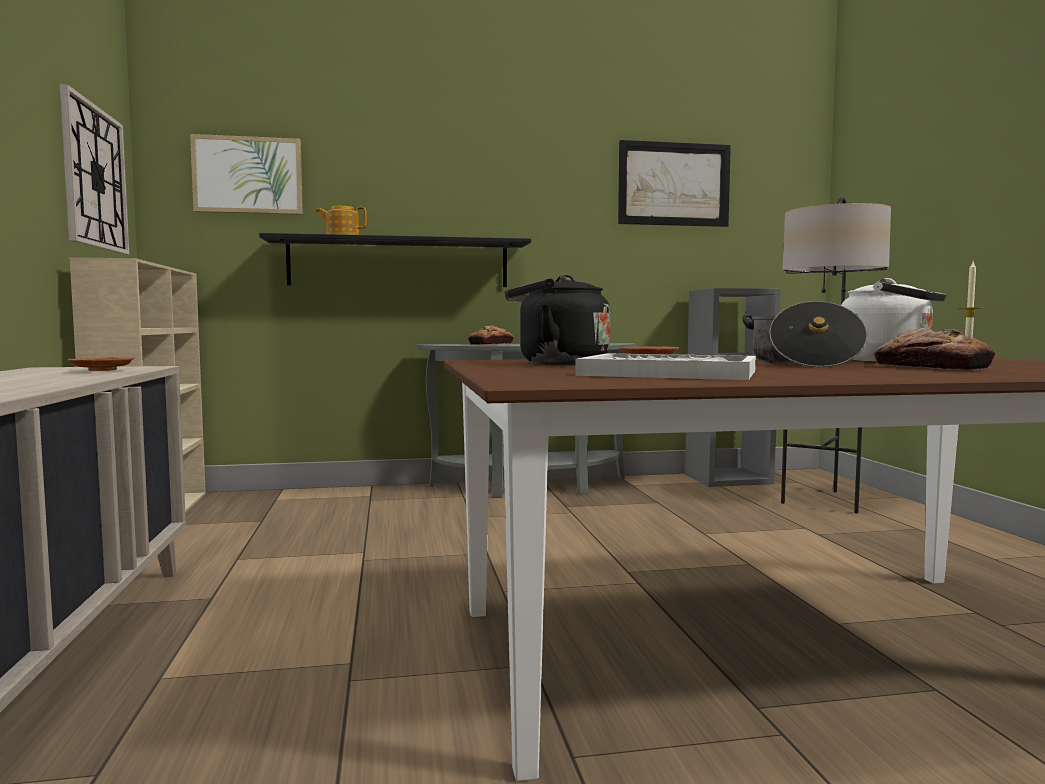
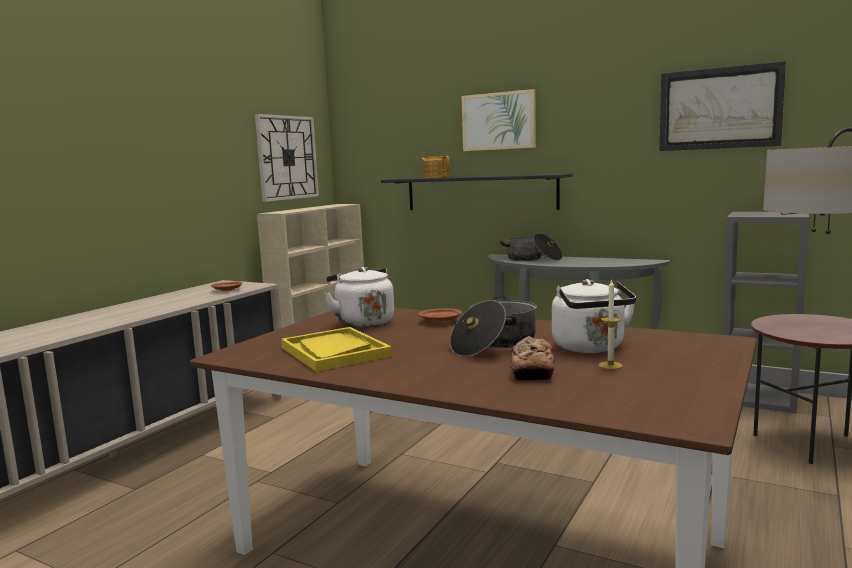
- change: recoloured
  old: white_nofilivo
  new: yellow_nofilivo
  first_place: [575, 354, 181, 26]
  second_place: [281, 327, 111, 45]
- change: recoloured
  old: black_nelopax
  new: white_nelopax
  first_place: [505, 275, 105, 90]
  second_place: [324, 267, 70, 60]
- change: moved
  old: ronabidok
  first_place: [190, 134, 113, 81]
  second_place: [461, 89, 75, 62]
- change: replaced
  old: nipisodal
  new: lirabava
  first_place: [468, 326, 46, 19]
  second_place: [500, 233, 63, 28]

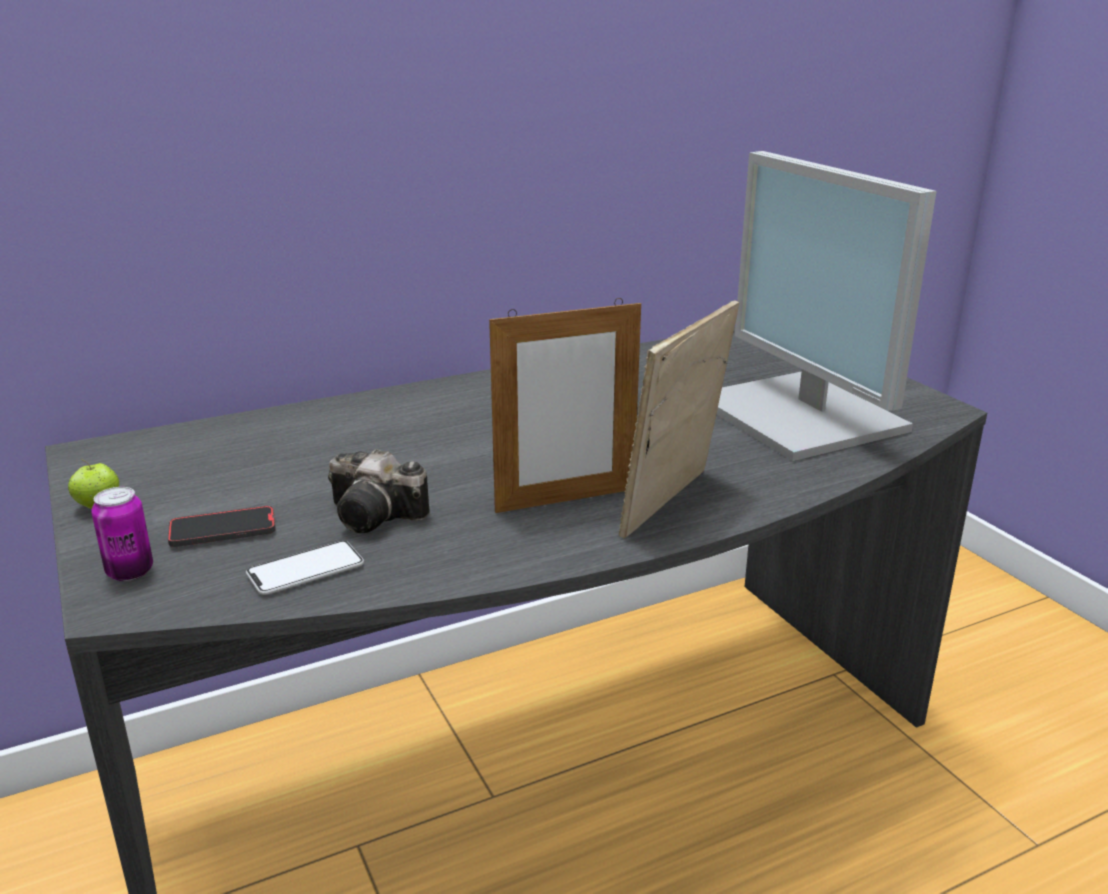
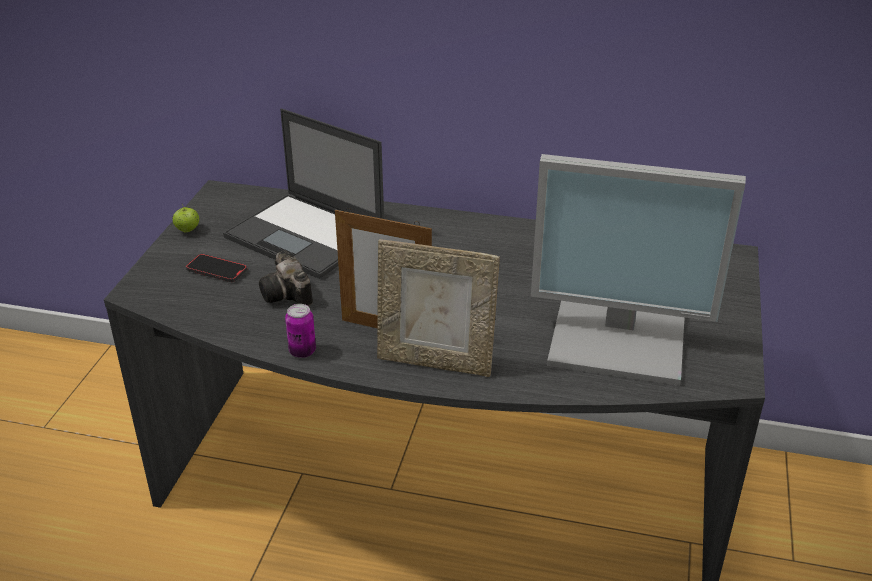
- change: added
  new: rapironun
  second_place: [223, 109, 161, 170]
- change: moved
  old: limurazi
  first_place: [91, 487, 62, 94]
  second_place: [285, 304, 31, 54]
- change: turned
  old: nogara
  first_place: [619, 300, 120, 238]
  second_place: [377, 239, 123, 138]
  degrees: -150
- change: turned
  old: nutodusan
  first_place: [716, 151, 221, 310]
  second_place: [531, 154, 215, 232]
  degrees: -90
- change: removed
  old: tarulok
  first_place: [246, 541, 118, 54]

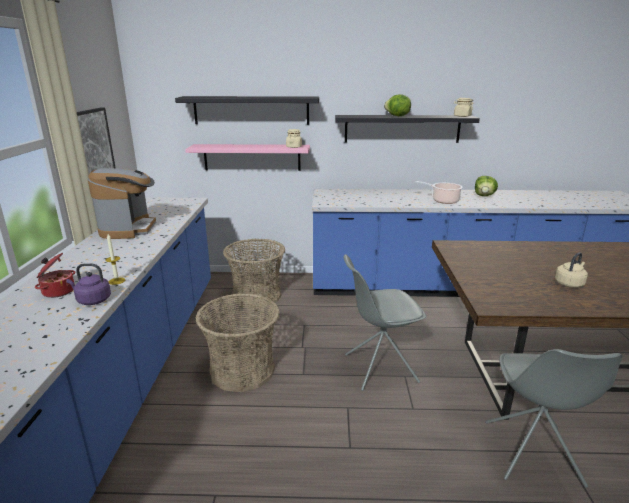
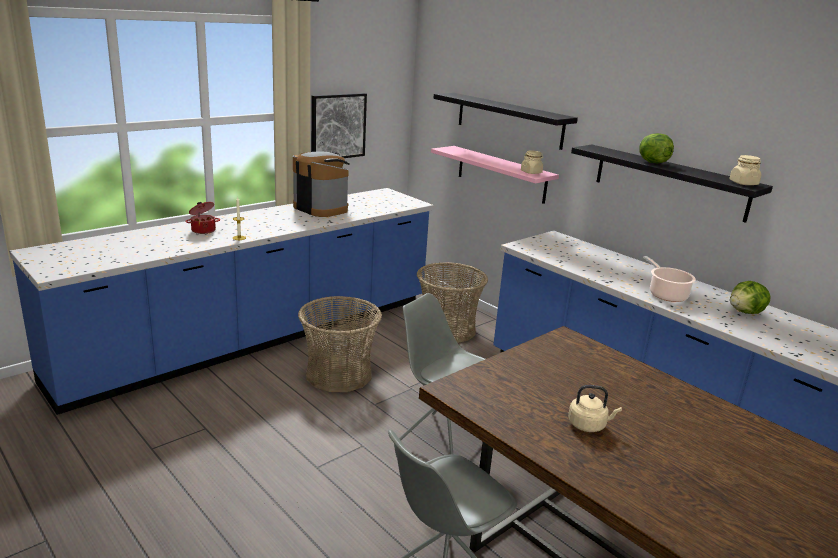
- change: turned
  old: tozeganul
  first_place: [88, 168, 68, 71]
  second_place: [293, 151, 57, 66]
  degrees: -90
- change: removed
  old: purple_nelopax
  first_place: [66, 263, 45, 42]

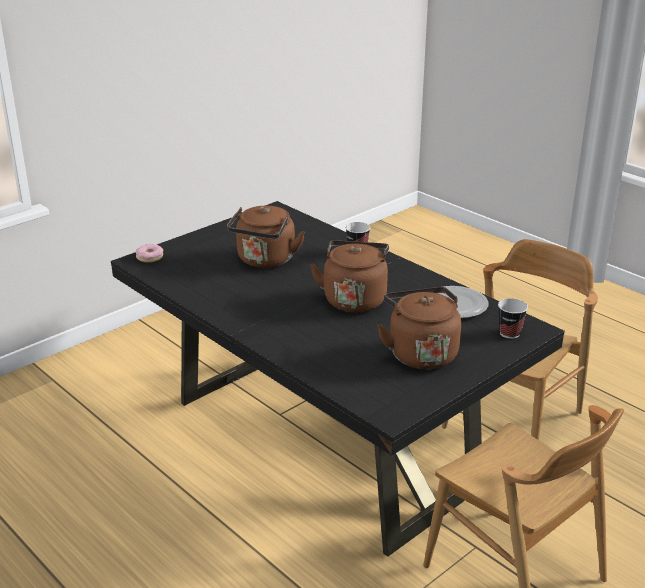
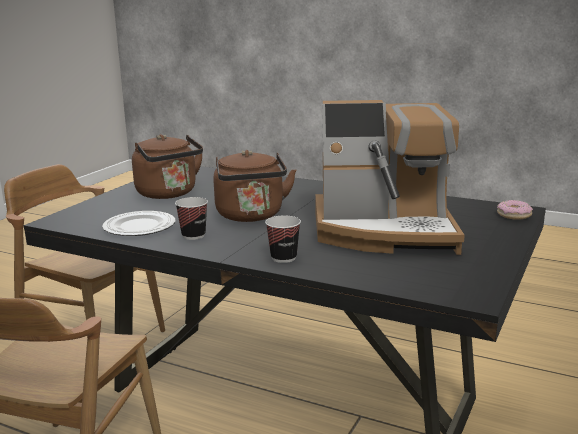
- change: moved
  old: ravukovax
  first_place: [498, 298, 30, 41]
  second_place: [175, 197, 33, 43]
- change: replaced
  old: brown_nelopax
  new: tozeganul
  first_place: [227, 206, 78, 62]
  second_place: [315, 100, 150, 155]

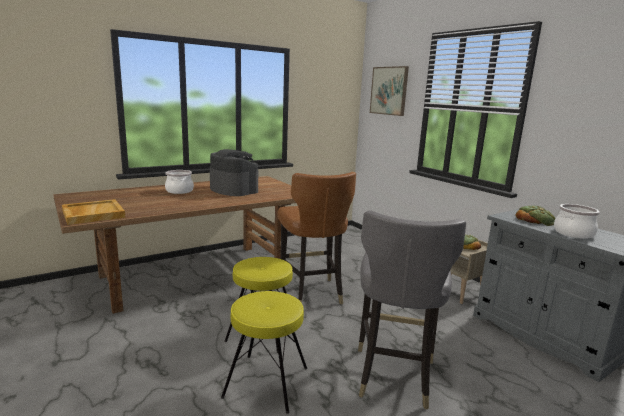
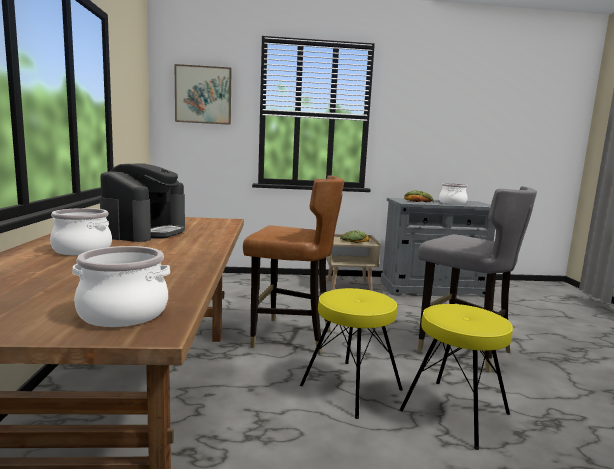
- change: replaced
  old: beige_nofilivo
  new: lirabava
  first_place: [62, 199, 63, 26]
  second_place: [72, 246, 98, 81]
- change: turned
  old: tozeganul
  first_place: [210, 149, 48, 47]
  second_place: [100, 163, 85, 79]
  degrees: 120

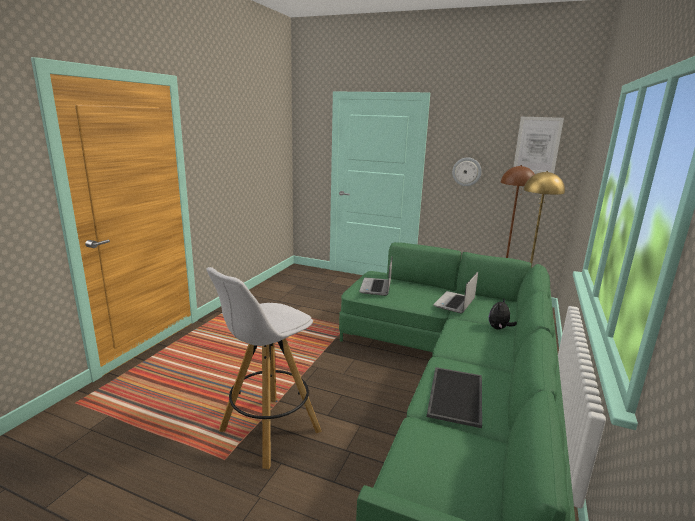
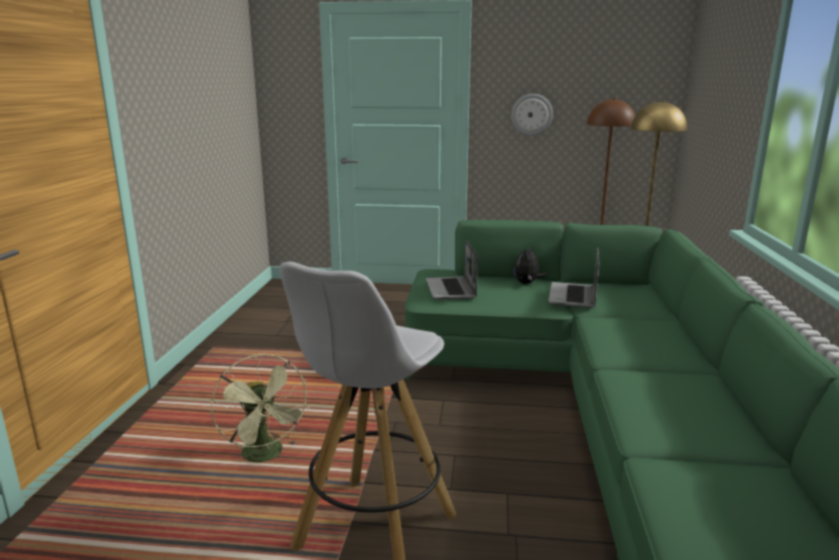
- change: added
  new: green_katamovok
  second_place: [211, 354, 98, 108]
- change: moved
  old: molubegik
  first_place: [489, 299, 28, 31]
  second_place: [514, 246, 33, 38]
- change: removed
  old: nofilivo
  first_place: [427, 367, 55, 61]
- change: removed
  old: ronabidok
  first_place: [513, 117, 51, 57]

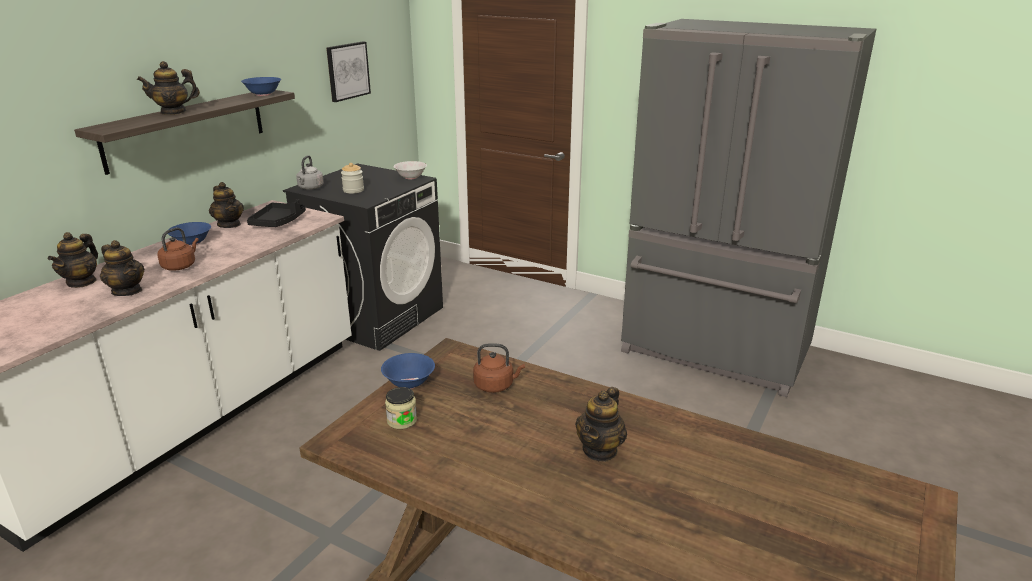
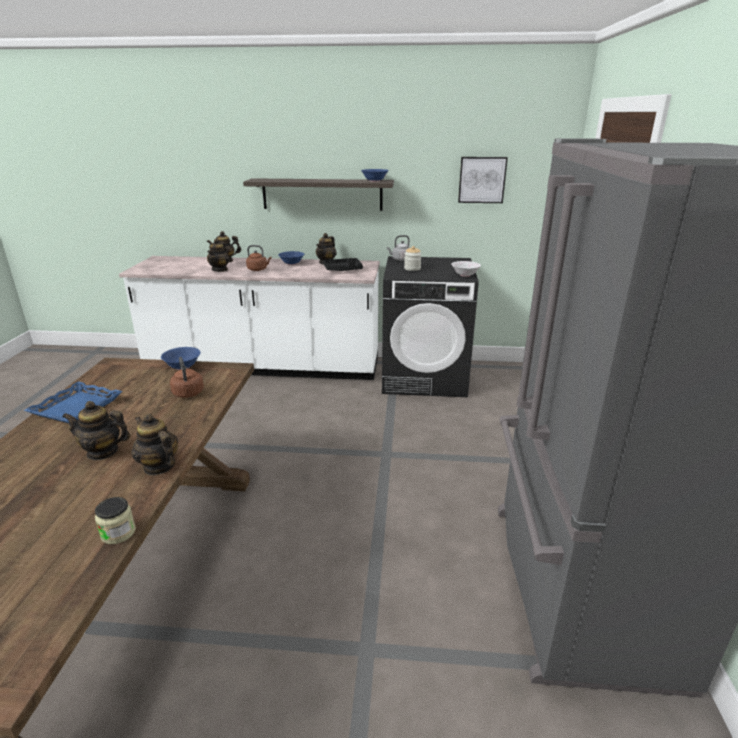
- change: added
  new: blue_nofilivo
  second_place: [24, 381, 98, 42]
- change: moved
  old: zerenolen
  first_place: [385, 387, 32, 42]
  second_place: [95, 497, 41, 47]
- change: moved
  old: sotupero
  first_place: [137, 61, 63, 54]
  second_place: [132, 414, 46, 62]

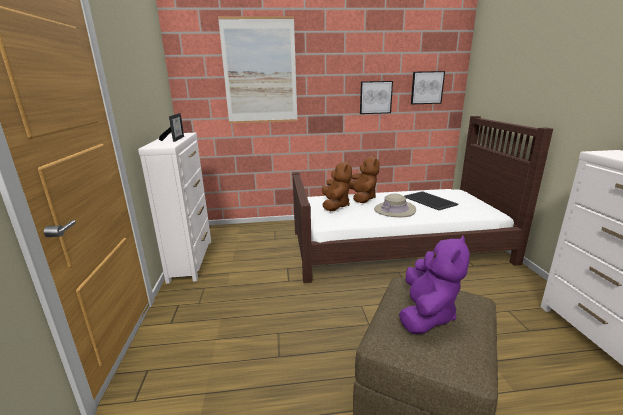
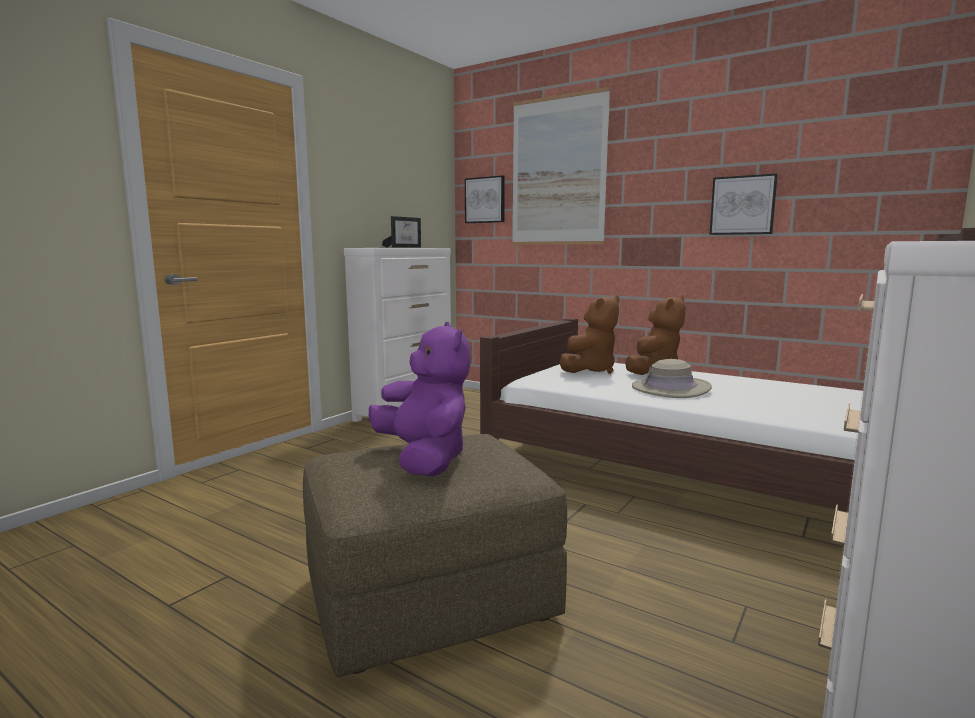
- change: turned
  old: purple_molubegik
  first_place: [399, 235, 71, 99]
  second_place: [369, 322, 102, 155]
  degrees: -90
- change: moved
  old: ronabidok
  first_place: [411, 71, 34, 33]
  second_place: [465, 175, 40, 48]
- change: removed
  old: nofilivo
  first_place: [405, 191, 53, 20]

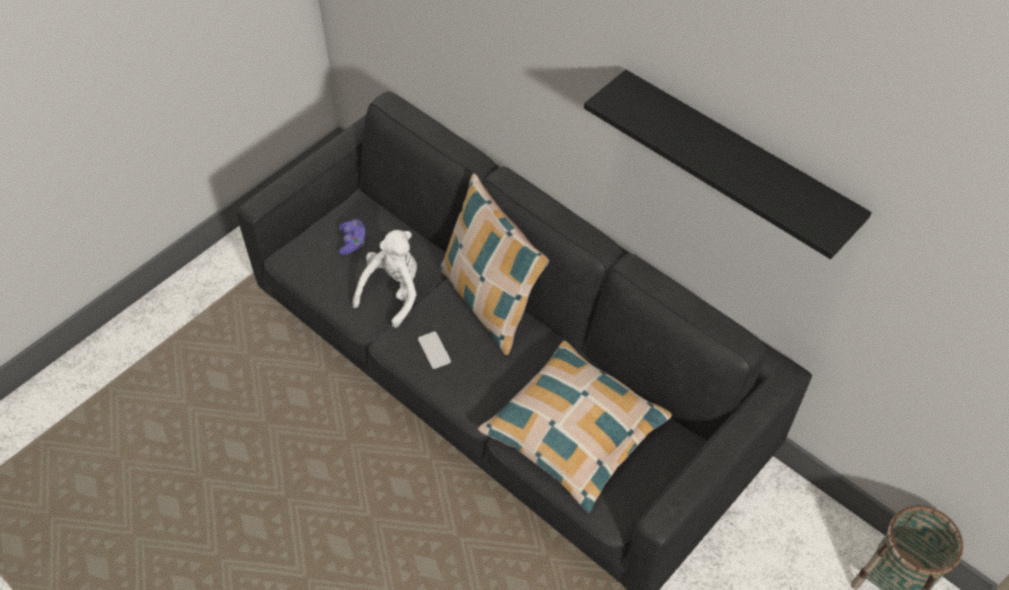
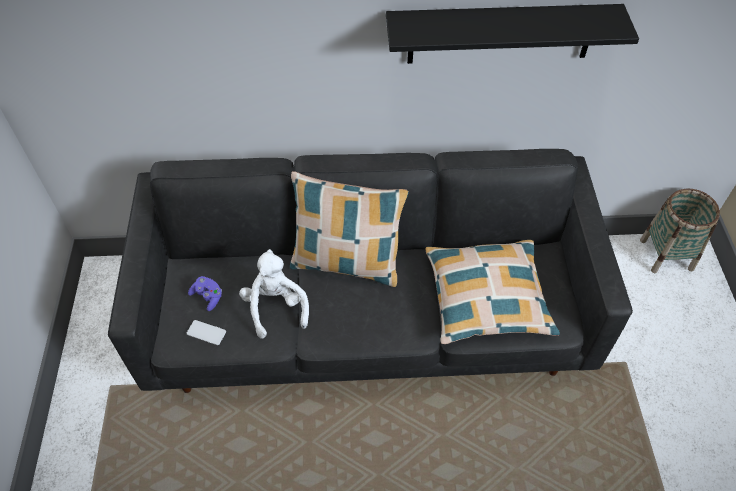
- change: moved
  old: tarulok
  first_place: [418, 331, 33, 38]
  second_place: [187, 320, 39, 25]

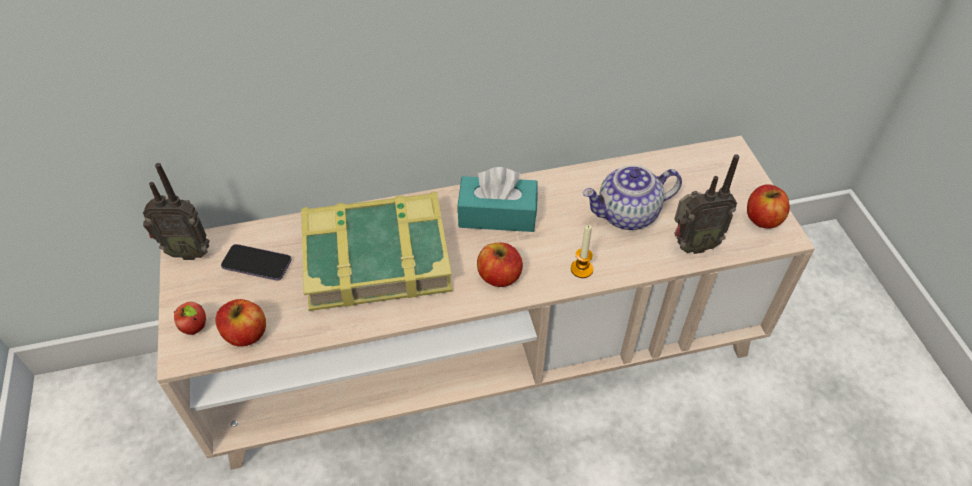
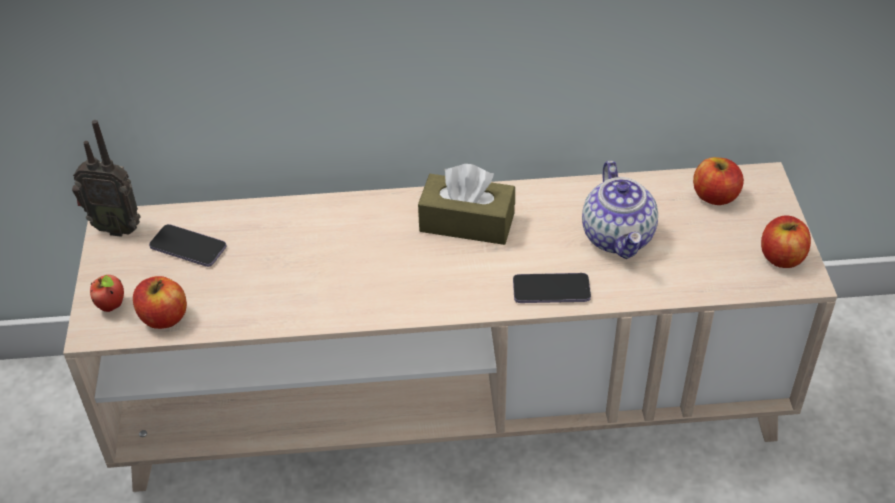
- change: recoloured
  old: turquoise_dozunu
  new: brown_dozunu
  first_place: [457, 167, 81, 65]
  second_place: [418, 164, 97, 81]
- change: replaced
  old: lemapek
  new: tarulok
  first_place: [571, 225, 22, 53]
  second_place: [513, 273, 78, 30]
- change: turned
  old: sotupero
  first_place: [582, 165, 100, 65]
  second_place: [582, 161, 76, 98]
  degrees: -90
- change: moved
  old: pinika
  first_place: [477, 243, 46, 44]
  second_place: [693, 157, 51, 48]
- change: removed
  old: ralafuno
  first_place: [301, 191, 152, 120]
- change: removed
  old: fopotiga
  first_place: [675, 154, 64, 100]

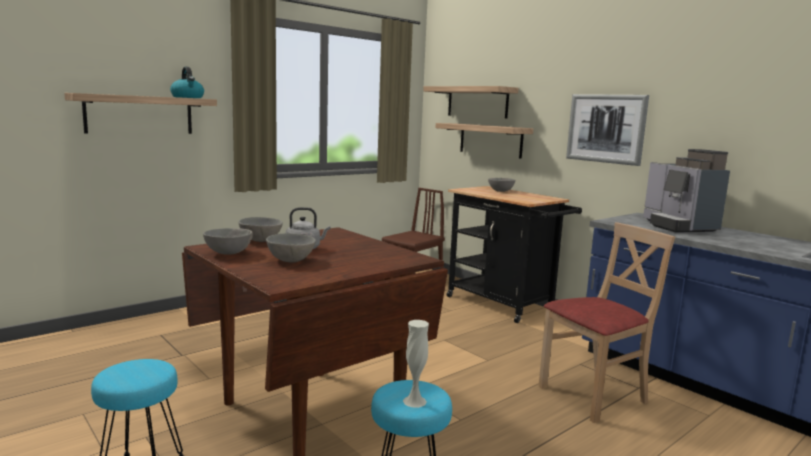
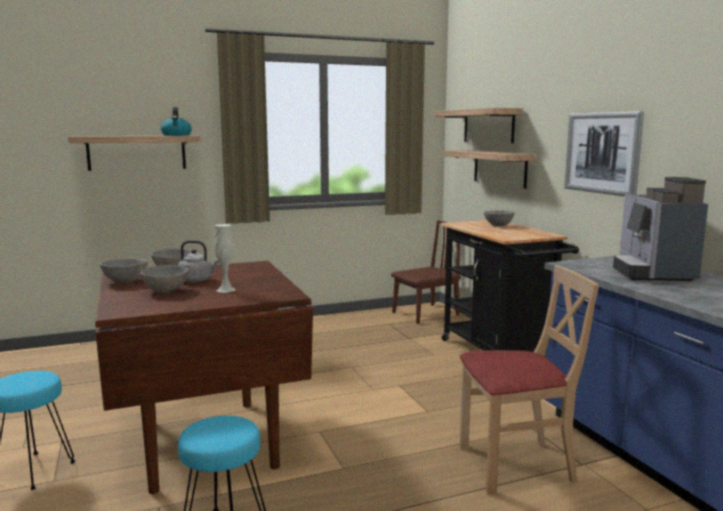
- change: moved
  old: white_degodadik
  first_place: [403, 320, 26, 88]
  second_place: [215, 224, 21, 69]

